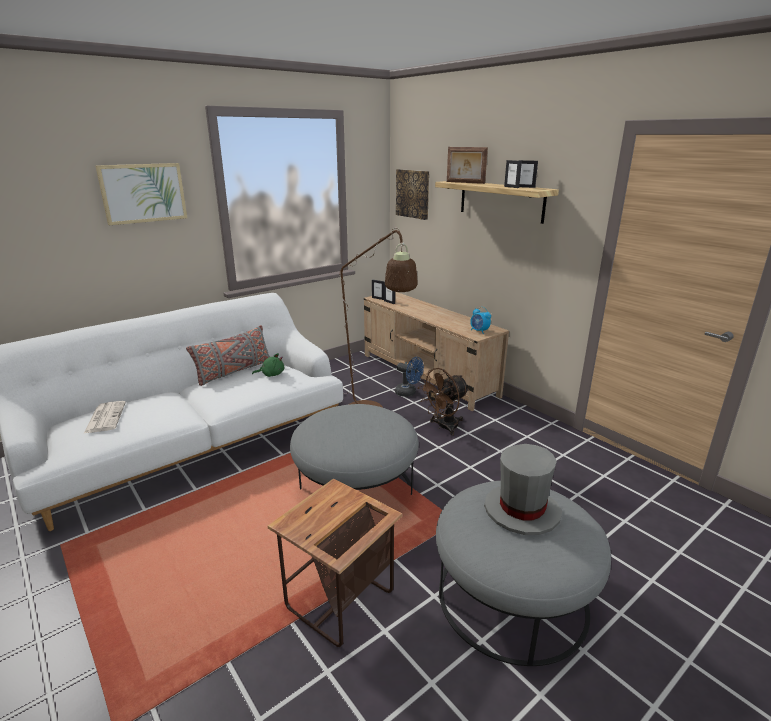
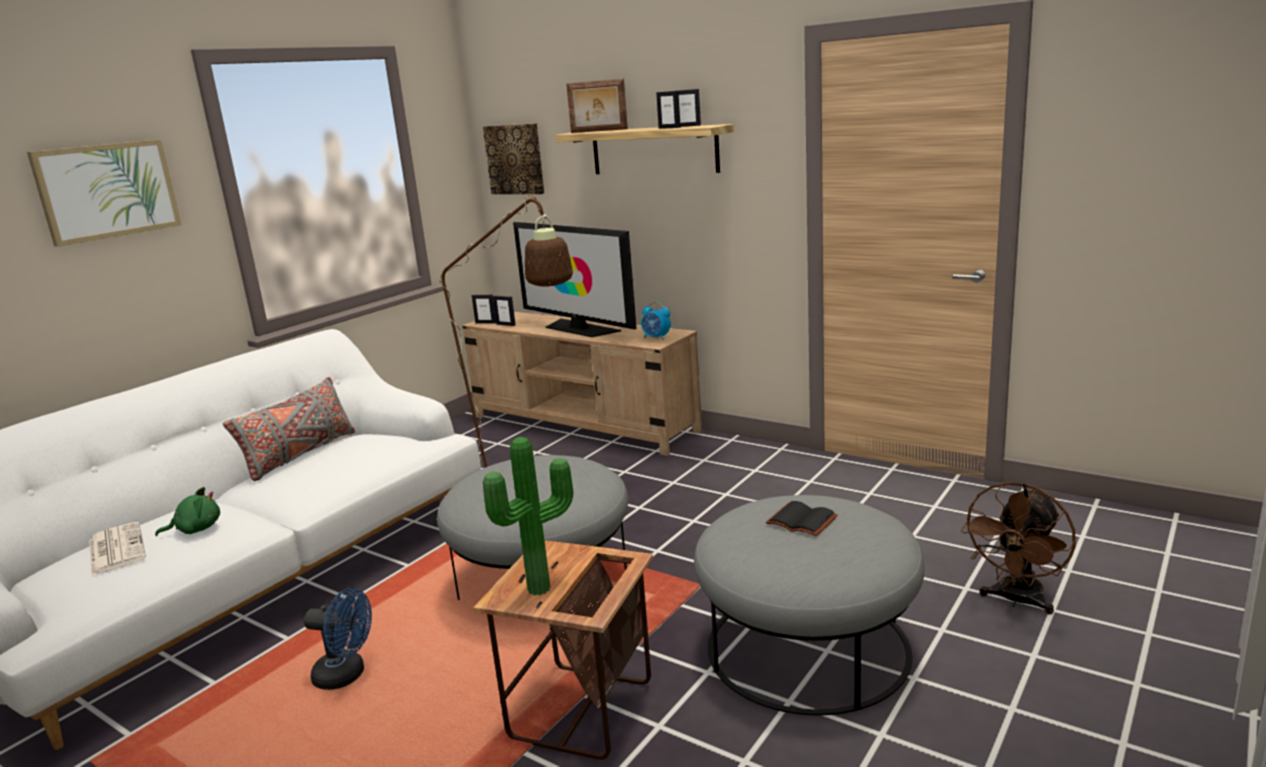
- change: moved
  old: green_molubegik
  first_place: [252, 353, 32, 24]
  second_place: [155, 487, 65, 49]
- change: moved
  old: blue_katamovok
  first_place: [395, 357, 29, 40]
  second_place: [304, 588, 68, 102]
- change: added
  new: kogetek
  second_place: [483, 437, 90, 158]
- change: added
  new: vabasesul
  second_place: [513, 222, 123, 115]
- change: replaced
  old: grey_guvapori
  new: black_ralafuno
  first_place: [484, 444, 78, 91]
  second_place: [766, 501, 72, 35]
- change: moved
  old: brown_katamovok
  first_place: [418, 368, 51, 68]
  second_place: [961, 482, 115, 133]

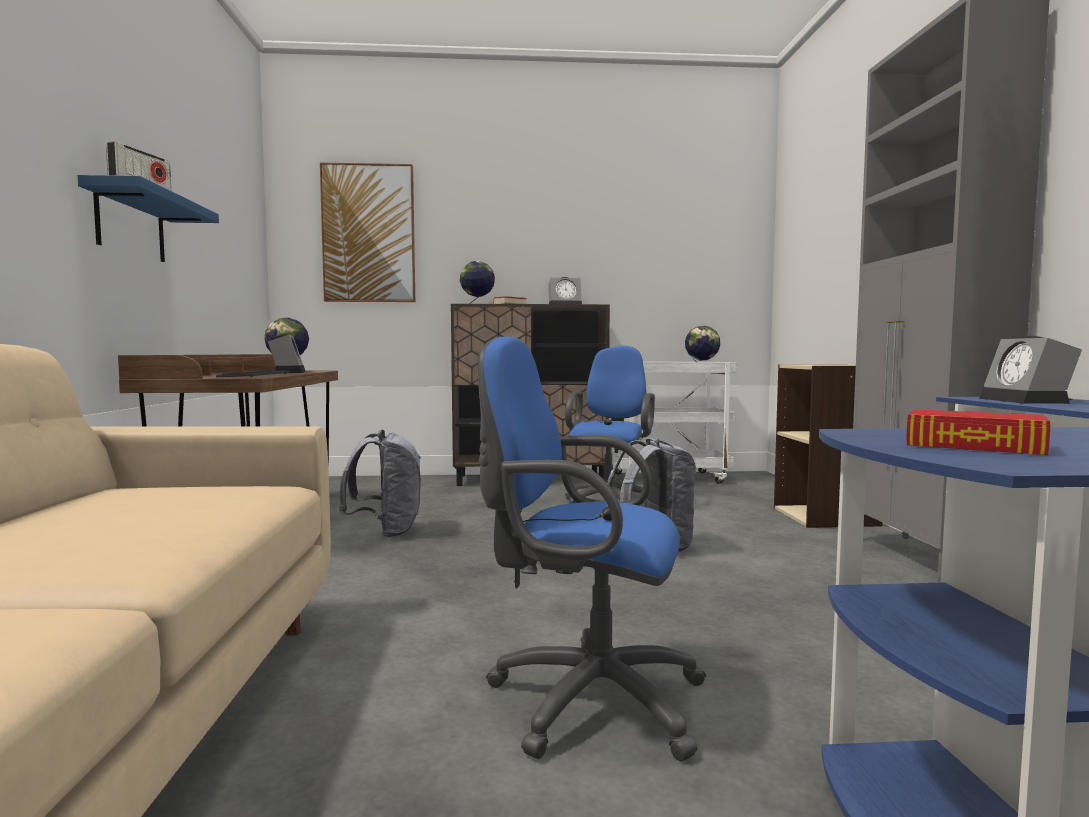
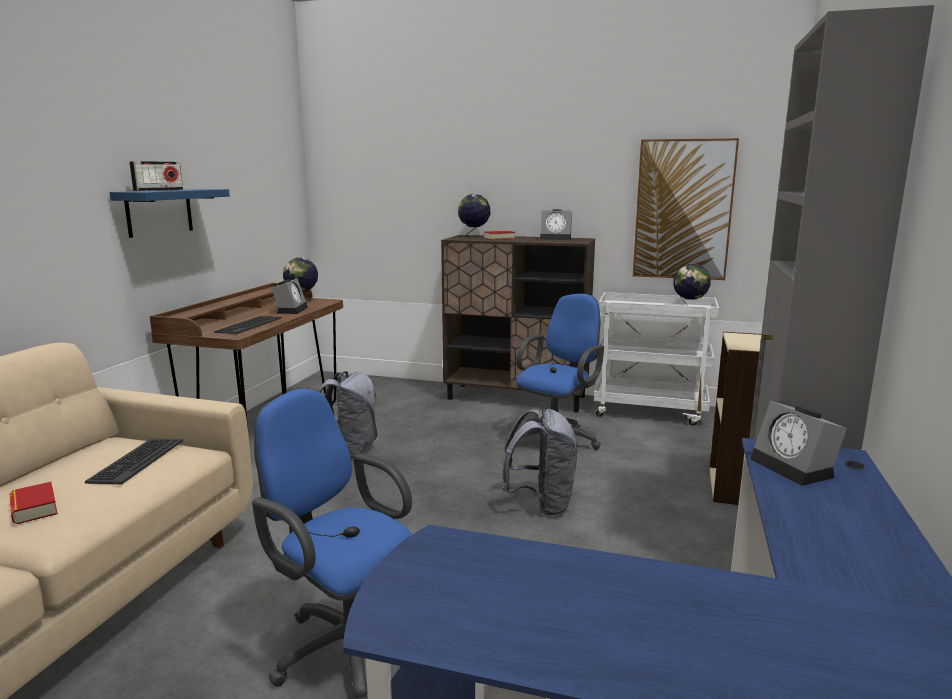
- change: moved
  old: ralafuno
  first_place: [906, 409, 144, 46]
  second_place: [9, 482, 49, 42]
- change: added
  new: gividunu
  second_place: [85, 439, 98, 45]
- change: moved
  old: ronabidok
  first_place: [320, 163, 95, 139]
  second_place: [633, 138, 106, 142]
- change: turned
  old: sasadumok
  first_place: [979, 336, 103, 68]
  second_place: [750, 401, 97, 85]
  degrees: -45

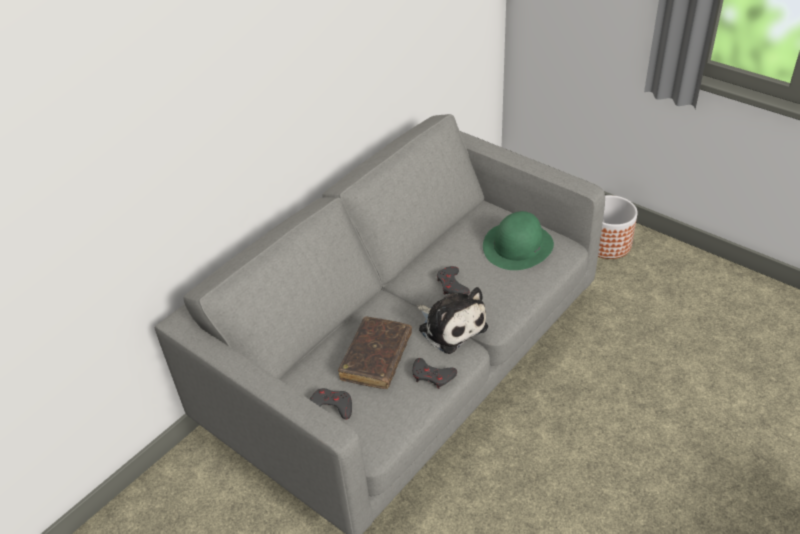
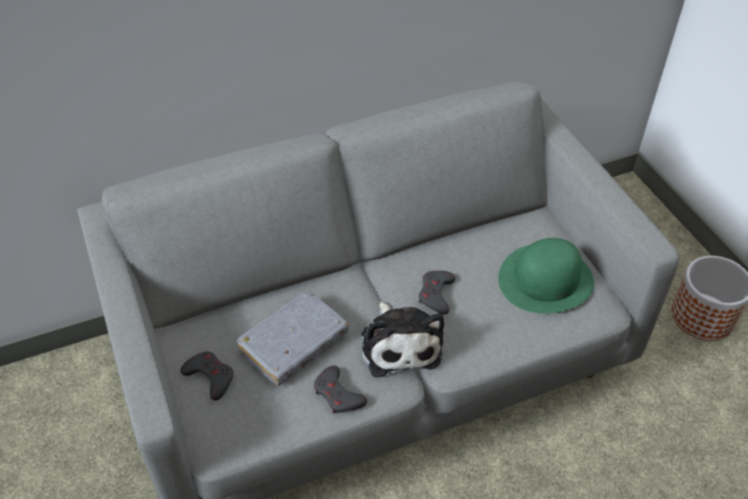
- change: recoloured
  old: brown_ralafuno
  new: grey_ralafuno
  first_place: [338, 317, 74, 72]
  second_place: [236, 291, 113, 95]

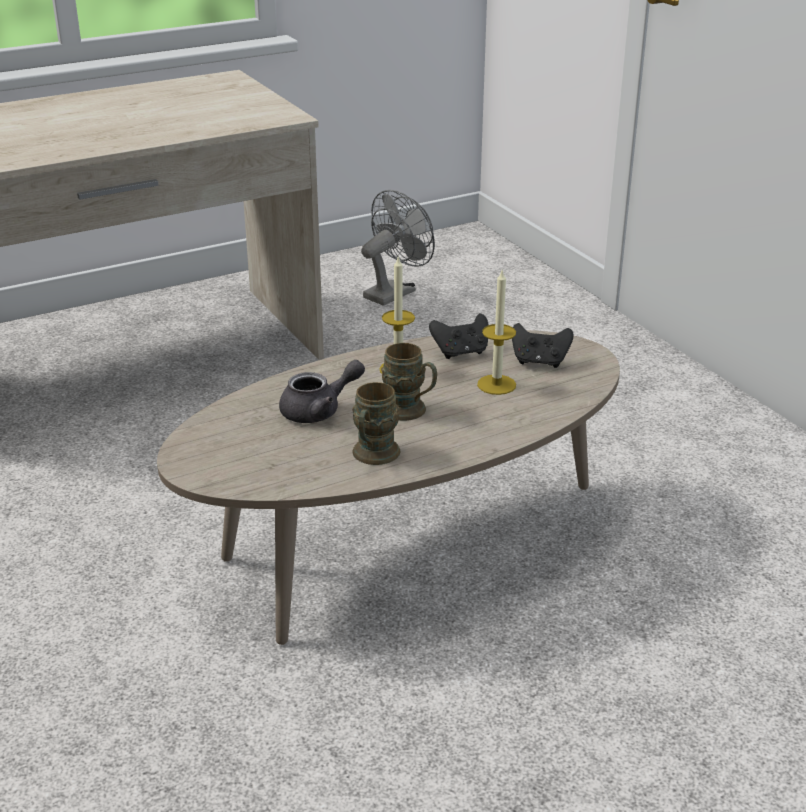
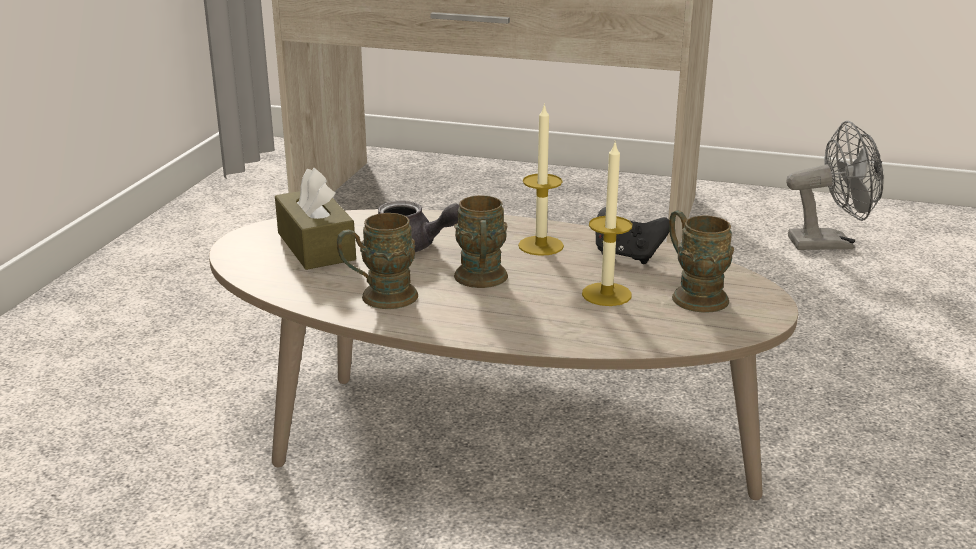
- change: added
  new: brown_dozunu
  second_place: [275, 168, 81, 102]
- change: replaced
  old: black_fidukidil
  new: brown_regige
  first_place: [512, 323, 61, 45]
  second_place: [669, 210, 65, 103]

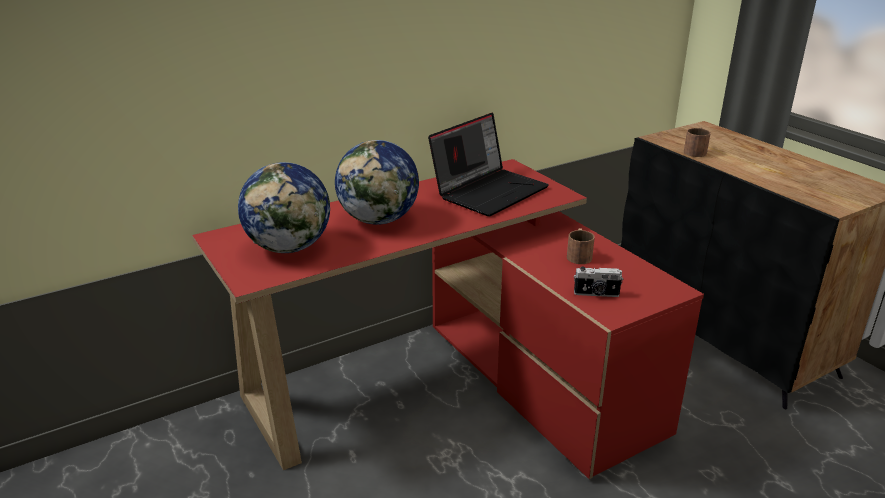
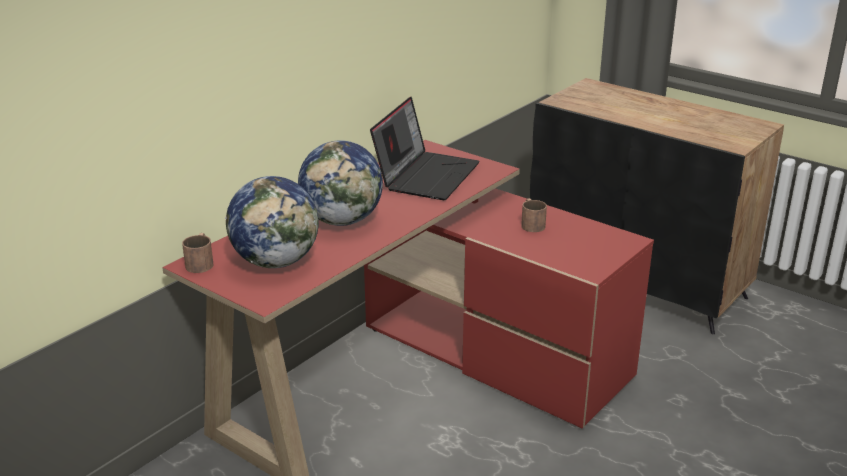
- change: moved
  old: brown_regige
  first_place: [684, 127, 27, 30]
  second_place: [182, 233, 32, 40]
- change: removed
  old: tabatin
  first_place: [574, 267, 49, 30]

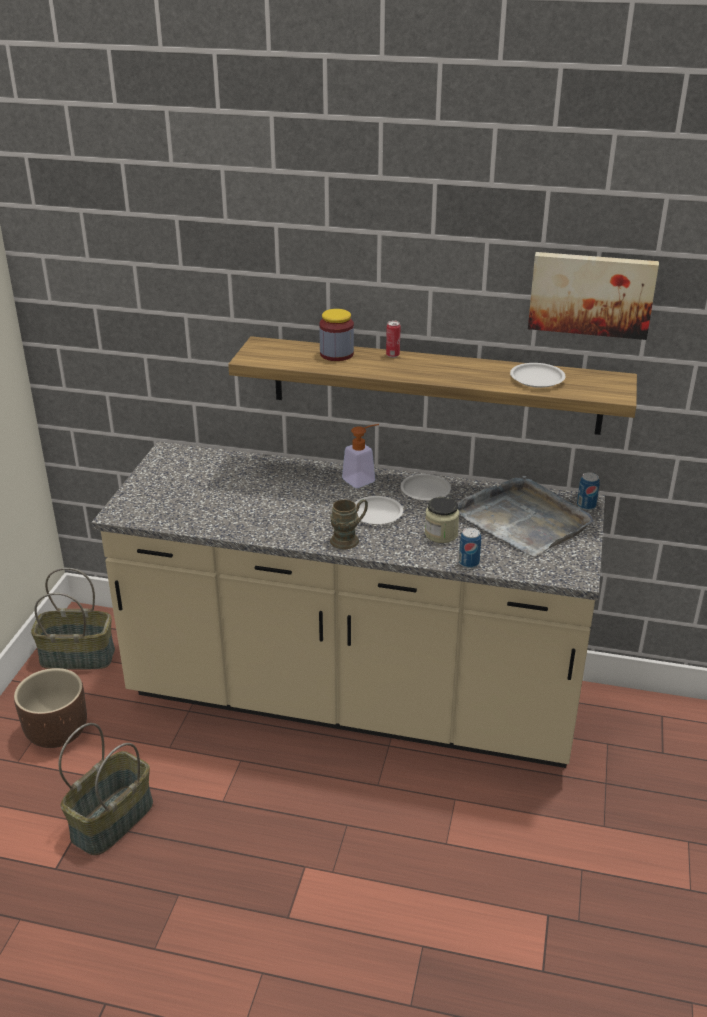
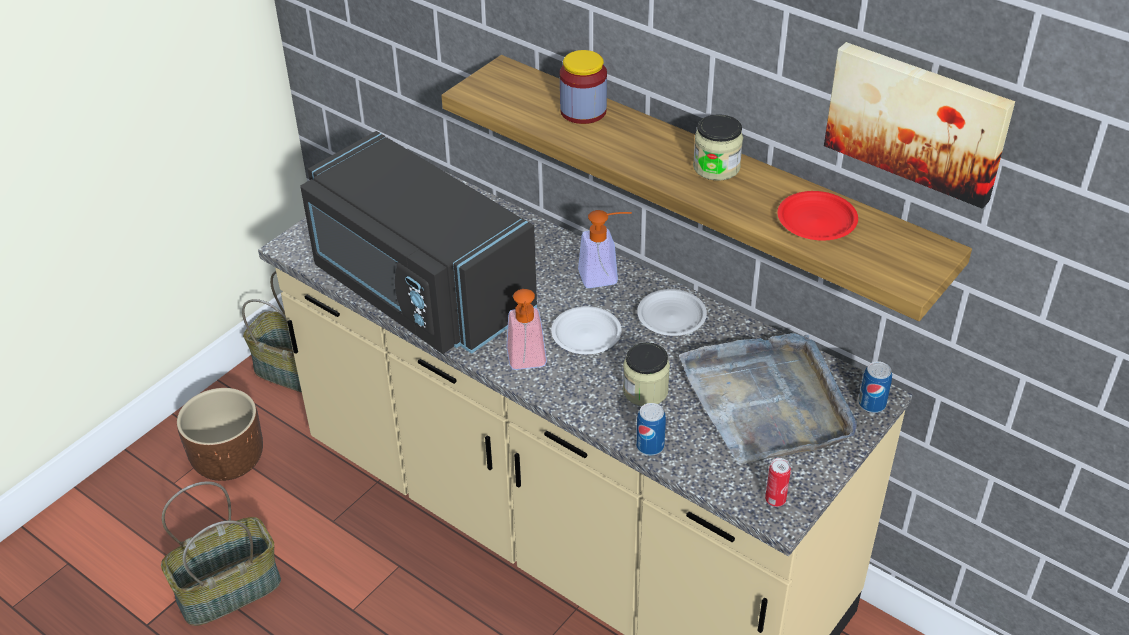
- change: added
  new: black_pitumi
  second_place: [300, 131, 237, 223]
- change: replaced
  old: brown_regige
  new: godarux
  first_place: [330, 499, 38, 50]
  second_place: [507, 289, 40, 81]
- change: added
  new: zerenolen
  second_place: [693, 114, 50, 67]
- change: moved
  old: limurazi
  first_place: [386, 321, 15, 37]
  second_place: [765, 458, 26, 49]
- change: recoloured
  old: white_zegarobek
  new: red_zegarobek
  first_place: [510, 363, 55, 25]
  second_place: [777, 191, 81, 50]

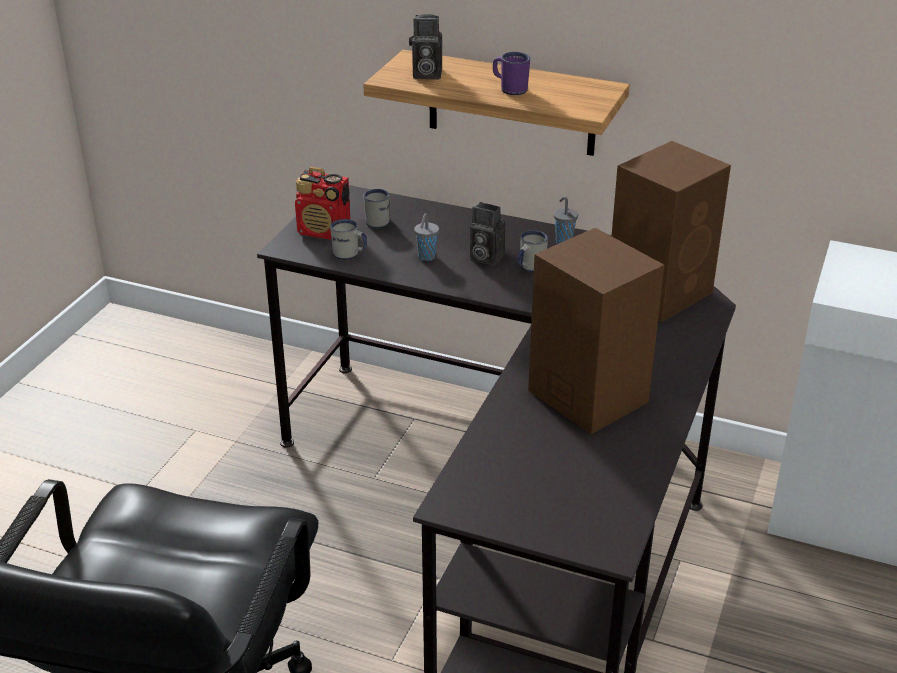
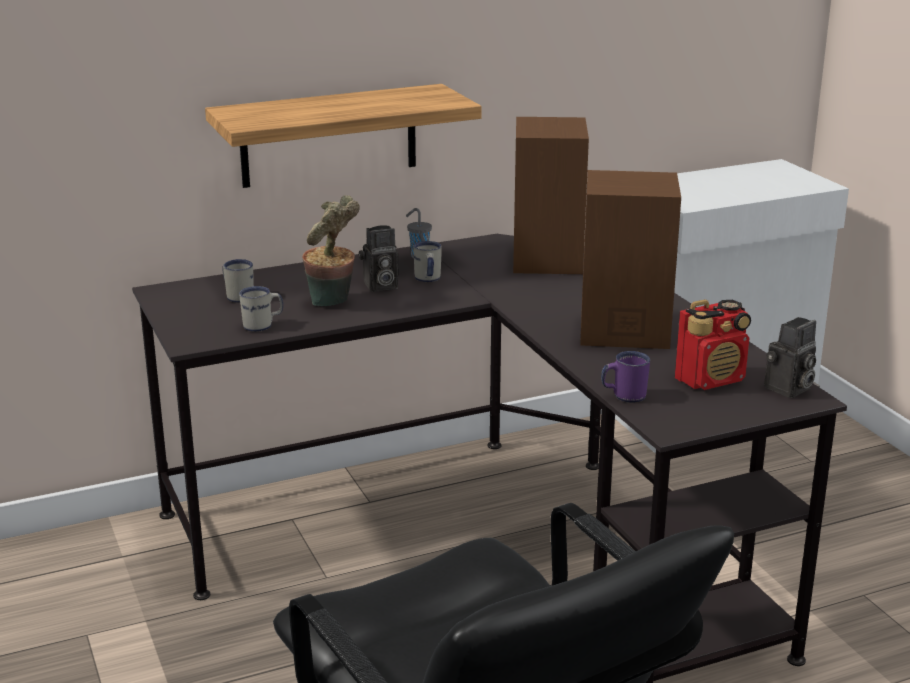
- change: replaced
  old: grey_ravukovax
  new: kogetek
  first_place: [414, 213, 25, 48]
  second_place: [302, 195, 58, 111]
- change: moved
  old: purple_regige
  first_place: [493, 52, 37, 43]
  second_place: [601, 351, 49, 52]
- change: moved
  old: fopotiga
  first_place: [295, 167, 55, 73]
  second_place: [675, 299, 76, 91]
- change: moved
  old: tabatin
  first_place: [409, 14, 33, 65]
  second_place: [764, 317, 52, 81]

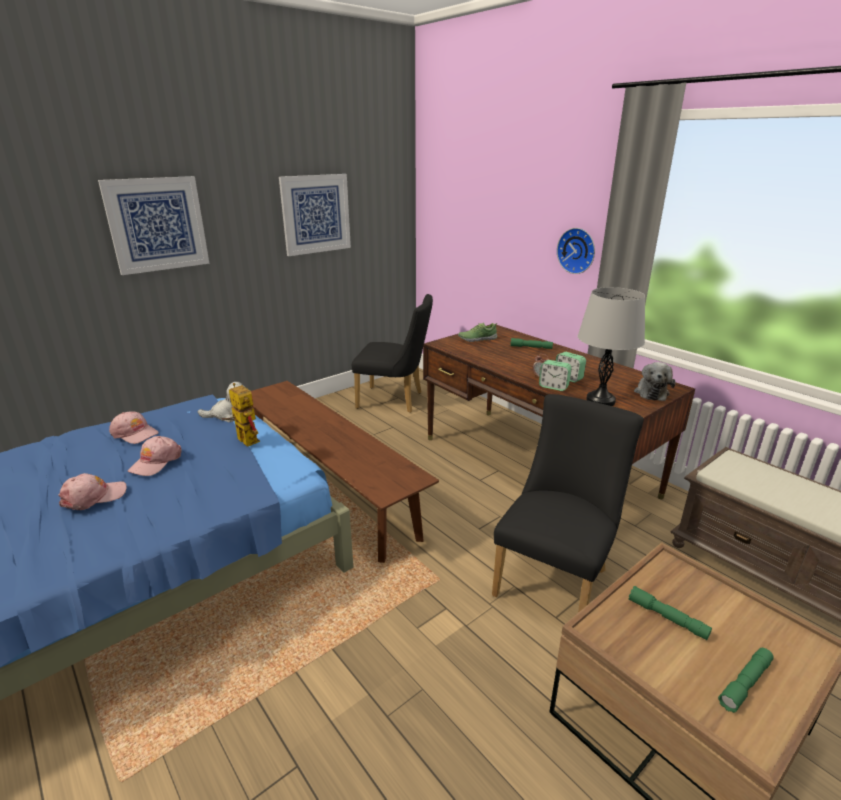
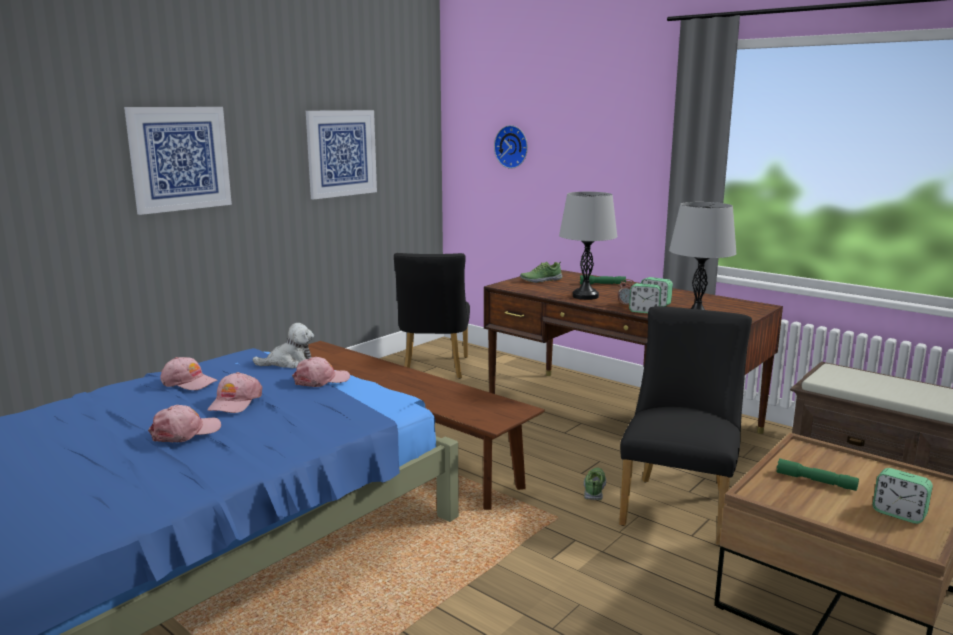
- change: replaced
  old: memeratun
  new: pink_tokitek
  first_place: [222, 383, 38, 64]
  second_place: [292, 357, 58, 30]
- change: turned
  old: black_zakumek
  first_place: [352, 294, 81, 119]
  second_place: [394, 253, 76, 126]
  degrees: 90
- change: moved
  old: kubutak
  first_place: [557, 228, 38, 46]
  second_place: [494, 125, 34, 44]
- change: added
  new: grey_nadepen
  second_place: [559, 192, 58, 108]
- change: added
  new: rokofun
  second_place: [584, 468, 22, 32]
- change: replaced
  old: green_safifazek
  new: sasadumok
  first_place: [718, 648, 56, 65]
  second_place: [872, 468, 61, 56]
- change: removed
  old: molubegik
  first_place: [634, 362, 41, 39]

